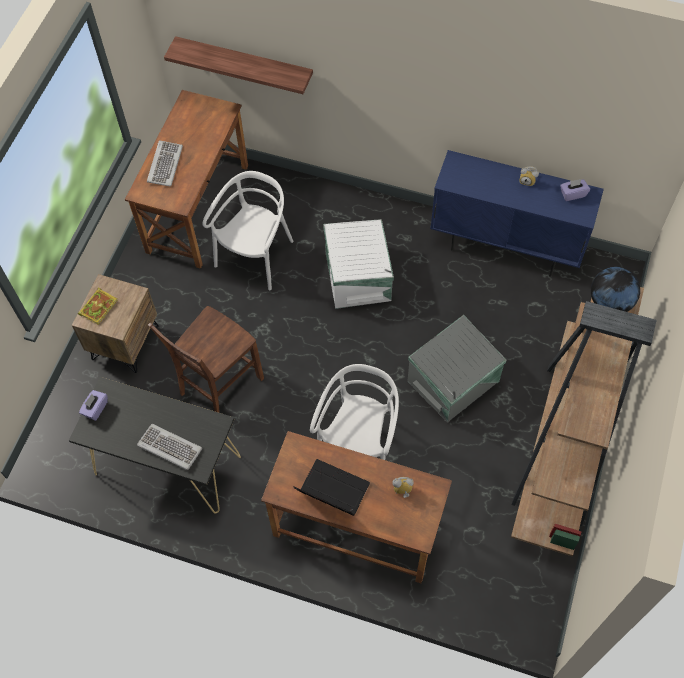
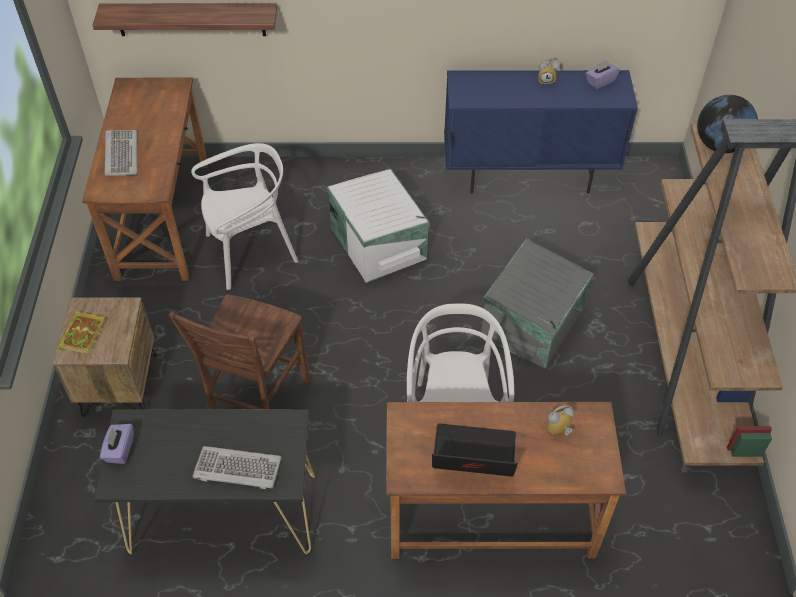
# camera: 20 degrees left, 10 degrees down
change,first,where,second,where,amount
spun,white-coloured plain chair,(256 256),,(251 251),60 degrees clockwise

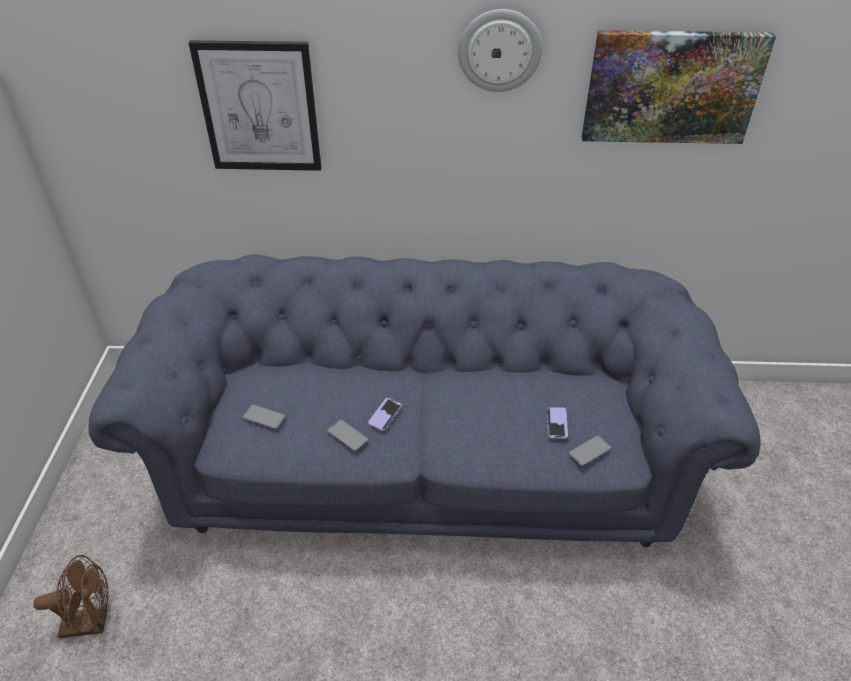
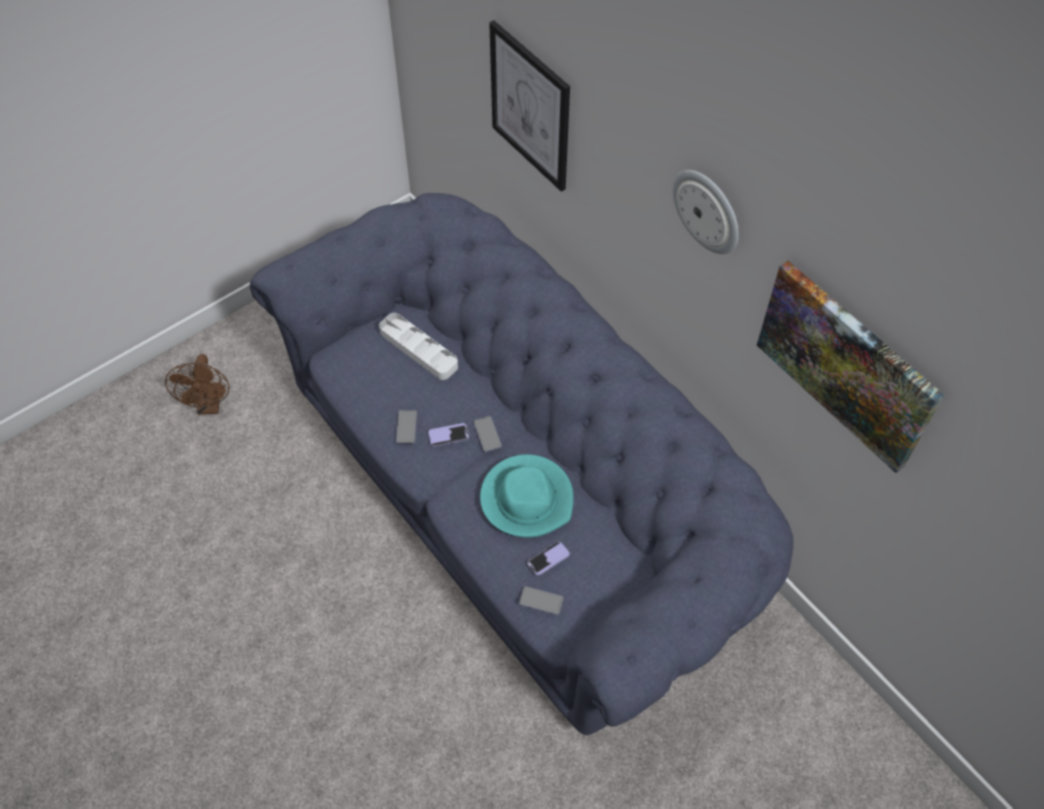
# camera: 50 degrees right, 15 degrees up
change,first,where,second,where,amount
appeared,,,white-coloured carrying tray,(418 349),
appeared,,,turquoise-coloured wearable hat,(527 498),
relocated,handset,(264 417),,(487 434),
spun,brown cooling fan,(92 622),,(209 405),45 degrees clockwise

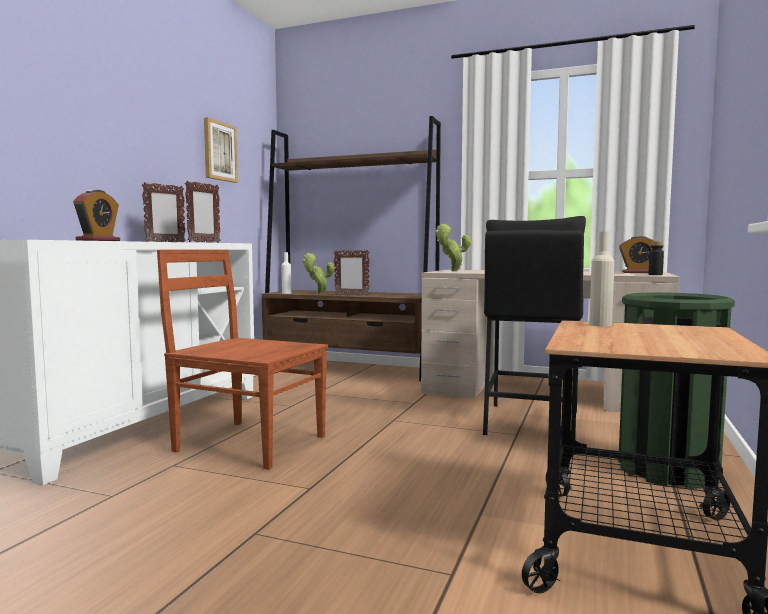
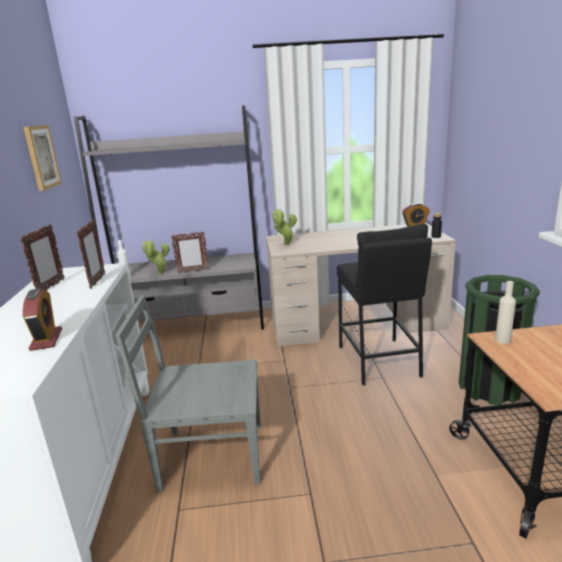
# camera: 25 degrees left, 15 degrees up
change,first,where,second,where,amount
colour,brown plain chair,(248 443),grey plain chair,(209 456),
colour,brown bookshelf,(350 368),grey bookshelf,(192 326),

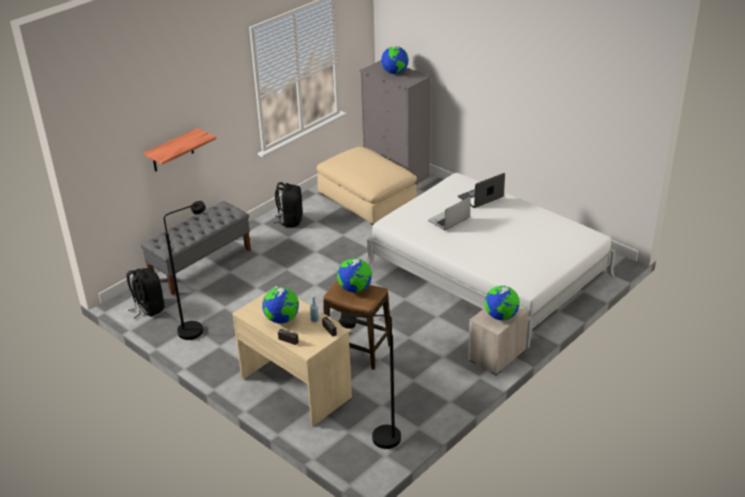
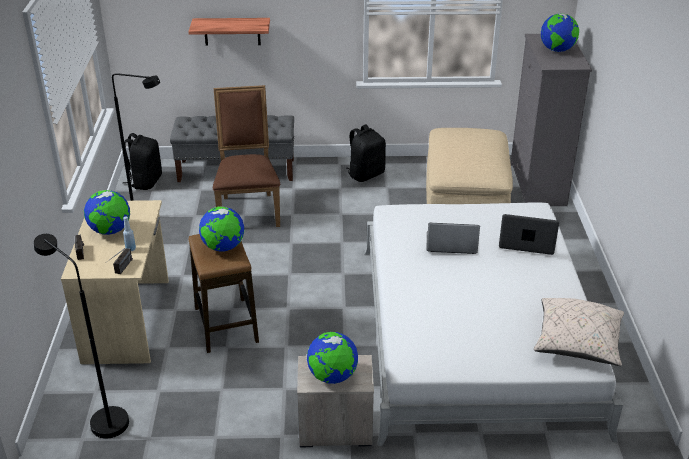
# camera: 45 degrees right, 0 degrees up
change,first,where,second,where,amount
appeared,,,brown plain chair,(248 209),
appeared,,,beige-coloured cushion,(577 343),

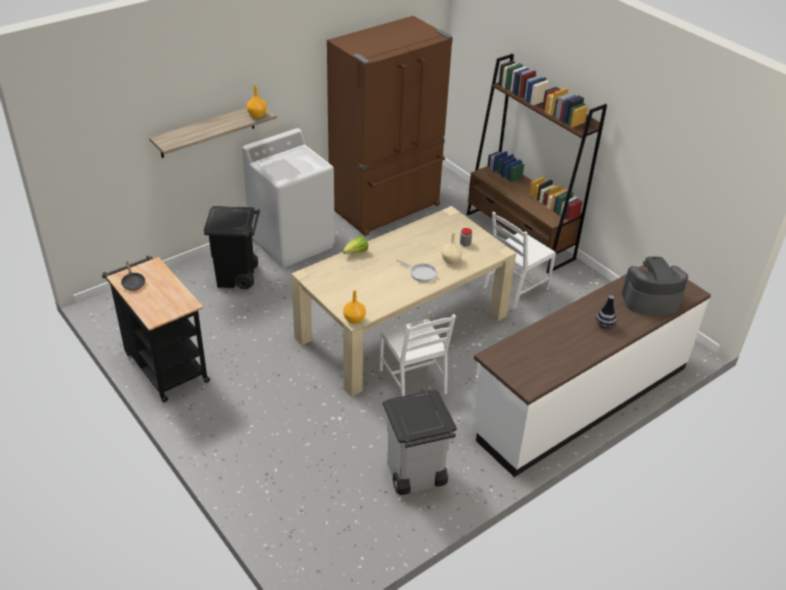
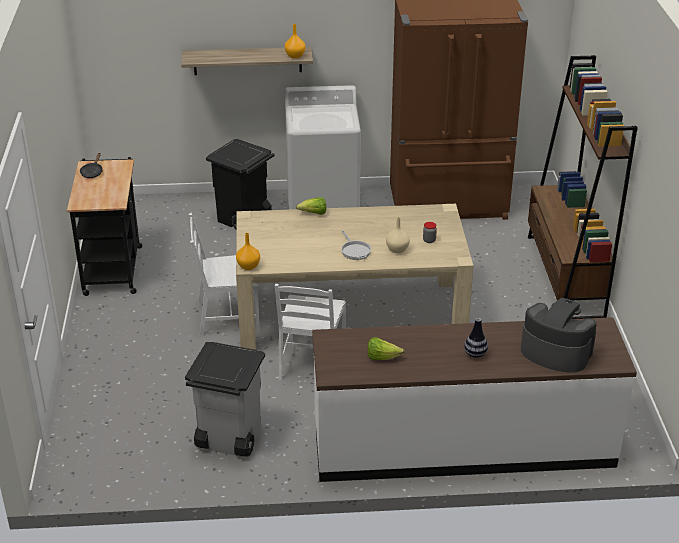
# camera: 35 degrees right, 5 degrees down
change,first,where,second,where,amount
appeared,,,lettuce,(382 357),
relocated,white-coloured plain chair,(515 288),,(227 317),

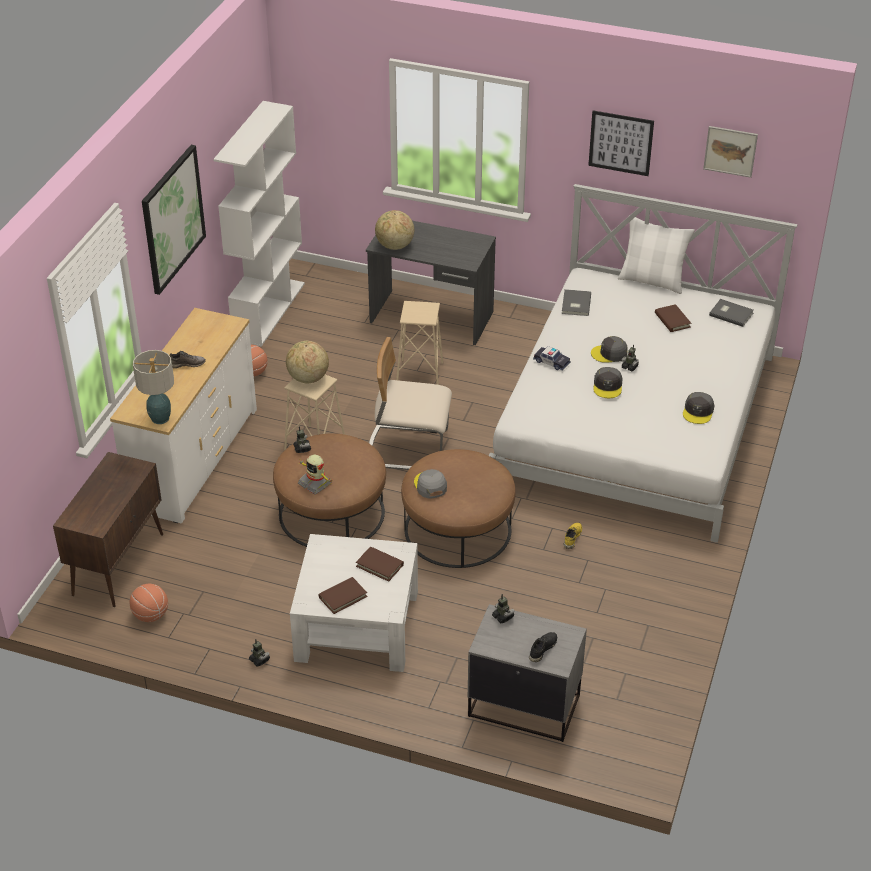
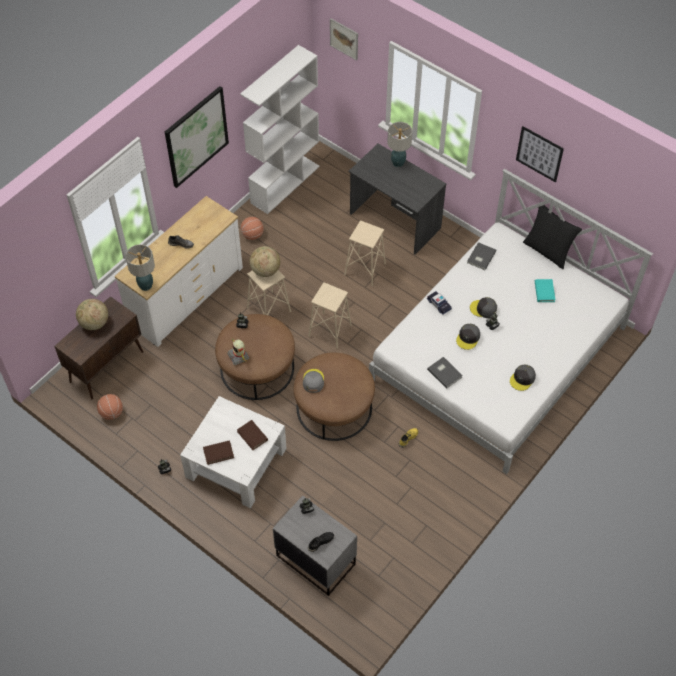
# camera: 20 degrees right, 15 degrees up
change,first,where,second,where,amount
appeared,,,lamp for a table,(398 162),
relocated,world globe,(394 246),,(94 323),
relocated,wall art,(730 151),,(344 39),
relocated,grey bound book,(731 313),,(445 372),
exchanged,beige-coloured plain chair,(408 449),beige-coloured stool,(330 330),
colour,white-coloured cushion,(652 281),black-coloured cushion,(547 251),
colour,brown bound book,(672 320),turquoise-coloured bound book,(544 291),

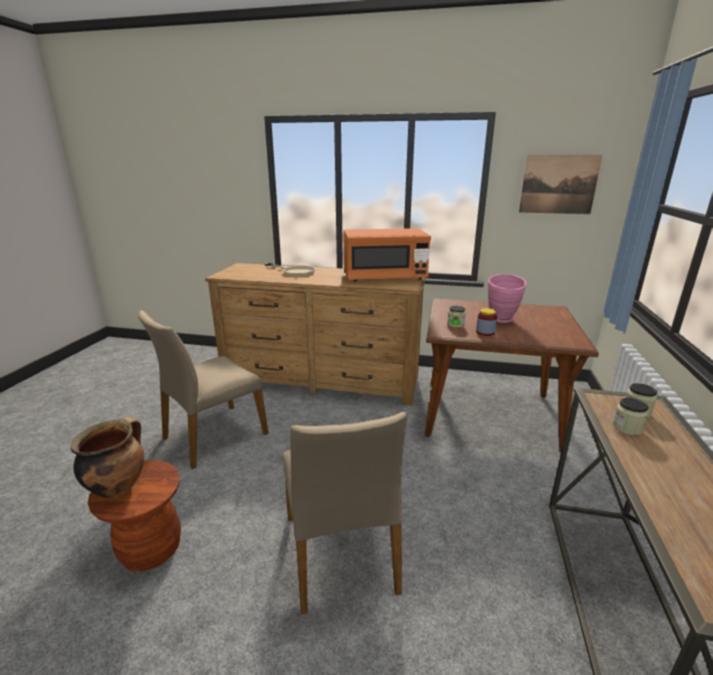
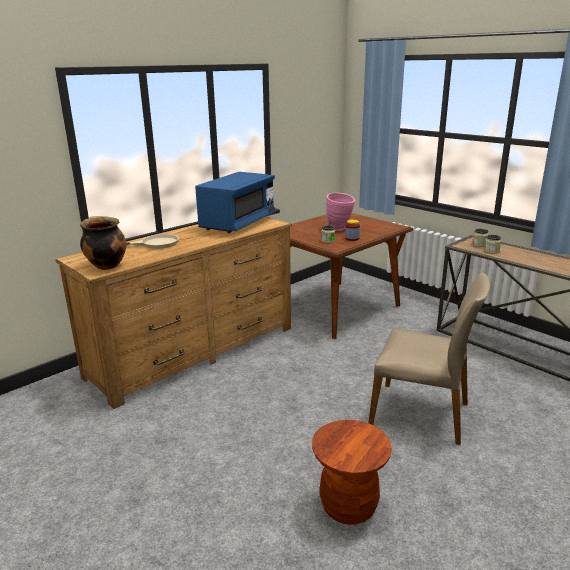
# camera: 55 degrees left, 0 degrees up
change,first,where,second,where,amount
missing,beige-coloured plain chair,(213 435),,,
missing,wall art,(558 184),,,
relocated,stockpot,(118 486),,(106 265),
colour,orange-coloured microwave,(384 277),bluish microwave,(238 223),

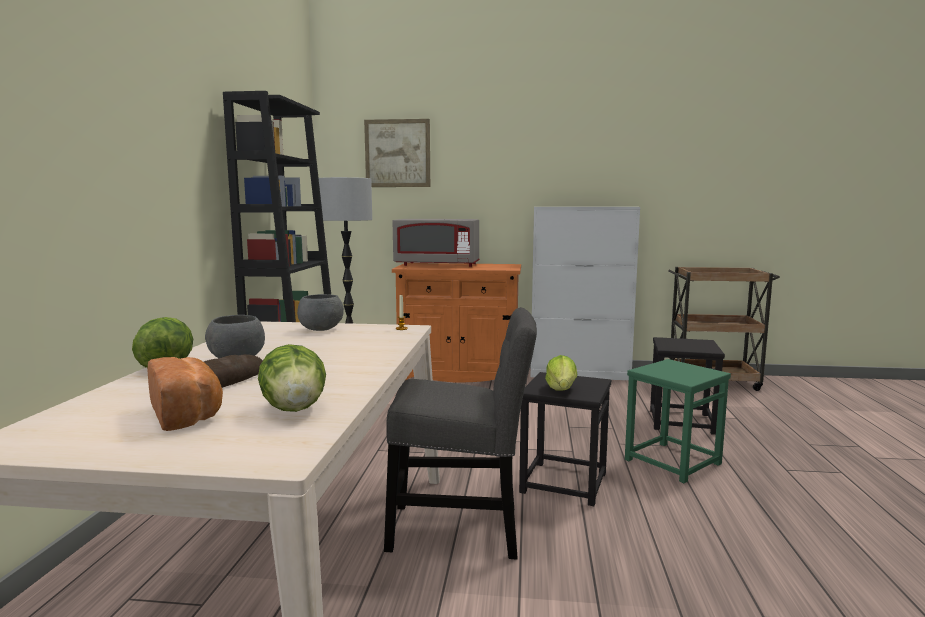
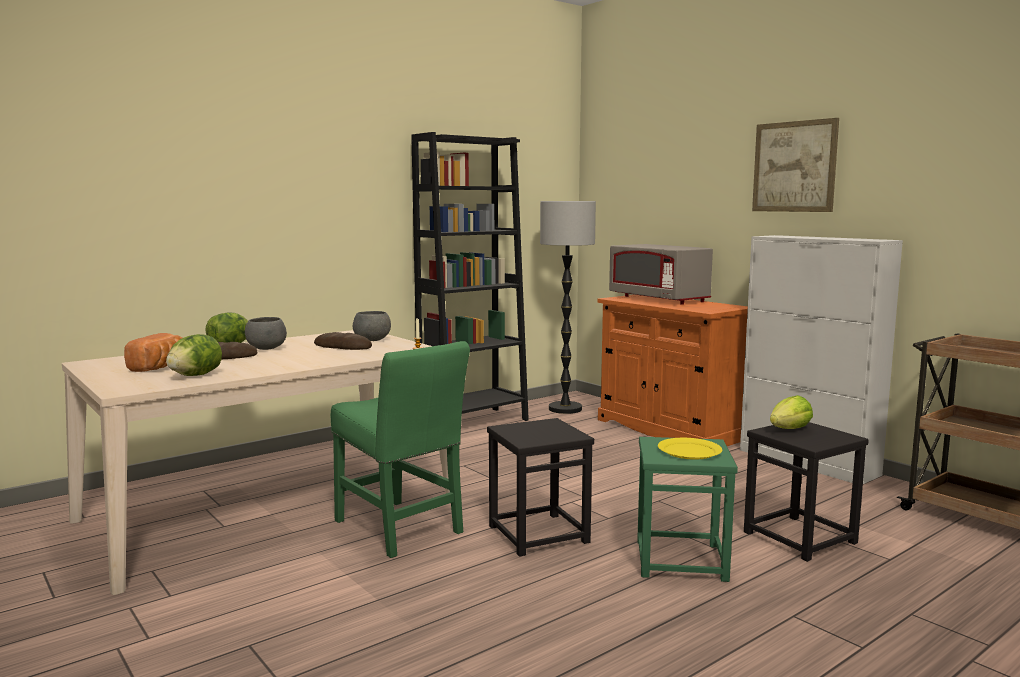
# camera: 45 degrees right, 0 degrees up
change,first,where,second,where,amount
appeared,,,bread,(342 347),
appeared,,,yellow-coloured flat dish,(689 451),
relocated,wall art,(397 153),,(794 166),
relocated,lettuce,(561 390),,(790 430),
colour,grey plain chair,(462 529),green-coloured plain chair,(400 529),

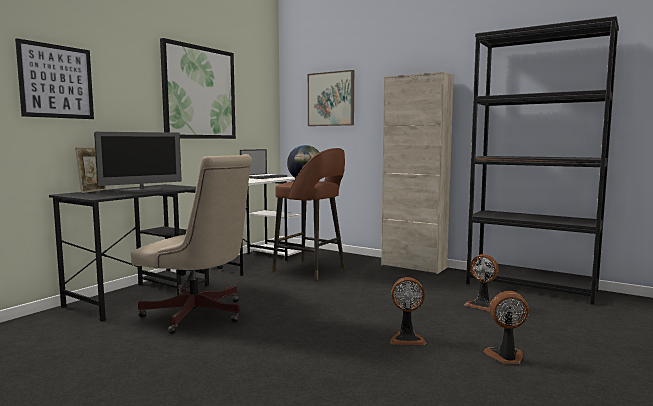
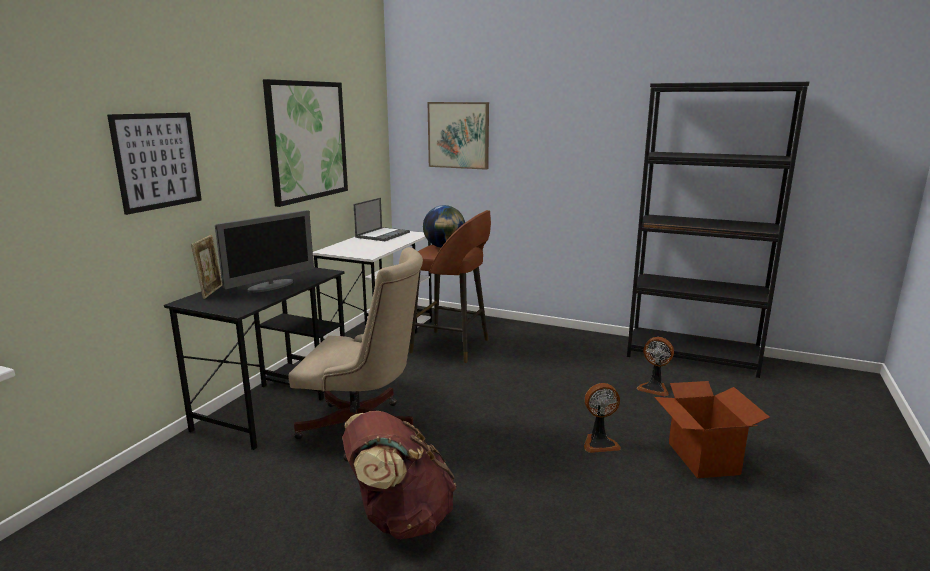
# camera: 10 degrees left, 10 degrees up
change,first,where,second,where,amount
missing,beige-coloured cupboard,(413 266),,,
appeared,,,brown backpack,(399 519),
exchanged,cooling fan,(506 357),carton,(702 458),

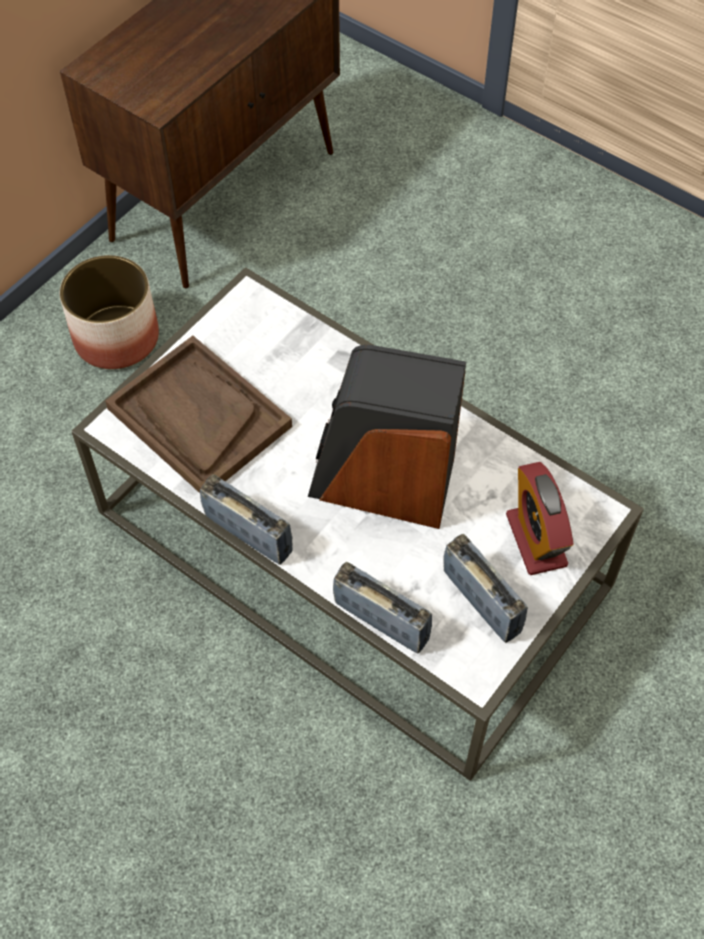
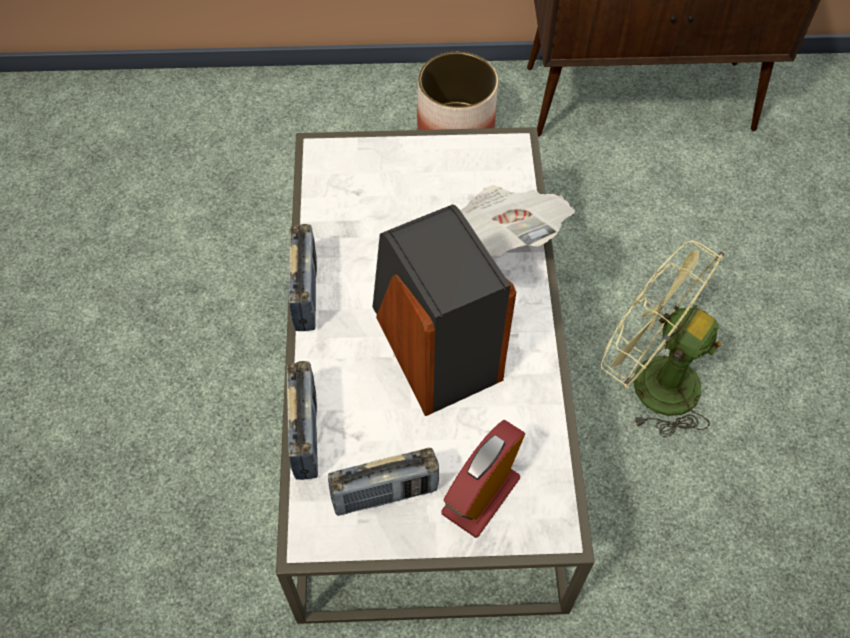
# camera: 50 degrees right, 0 degrees up
change,first,where,second,where,amount
missing,brown carrying tray,(198 418),,,
appeared,,,newspaper,(503 238),
appeared,,,green-coloured cooling fan,(650 380),
spun,radio,(481 602),,(385 494),60 degrees clockwise

